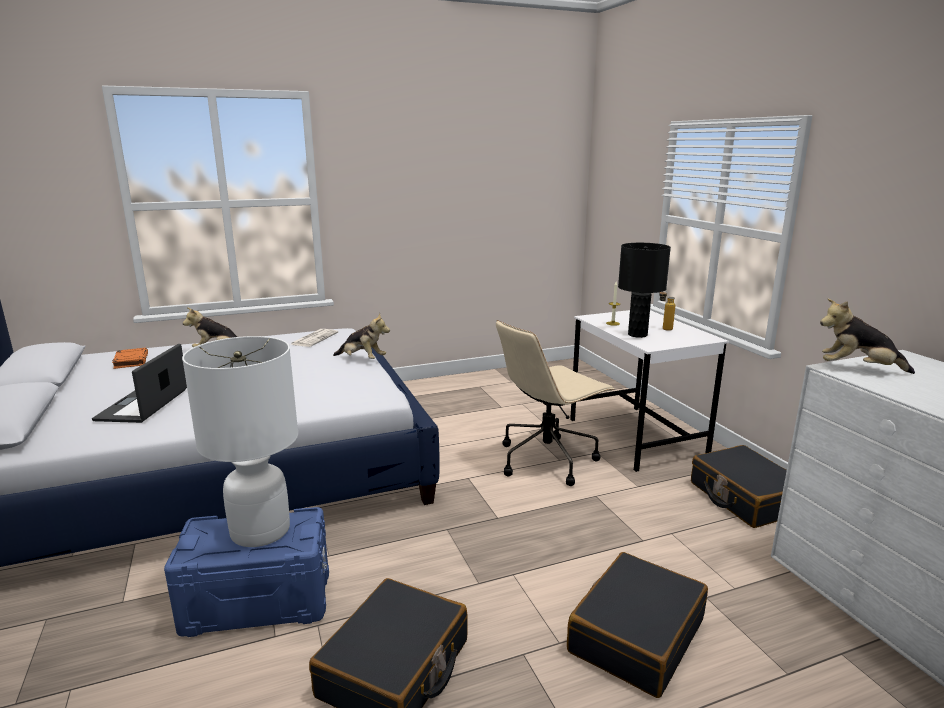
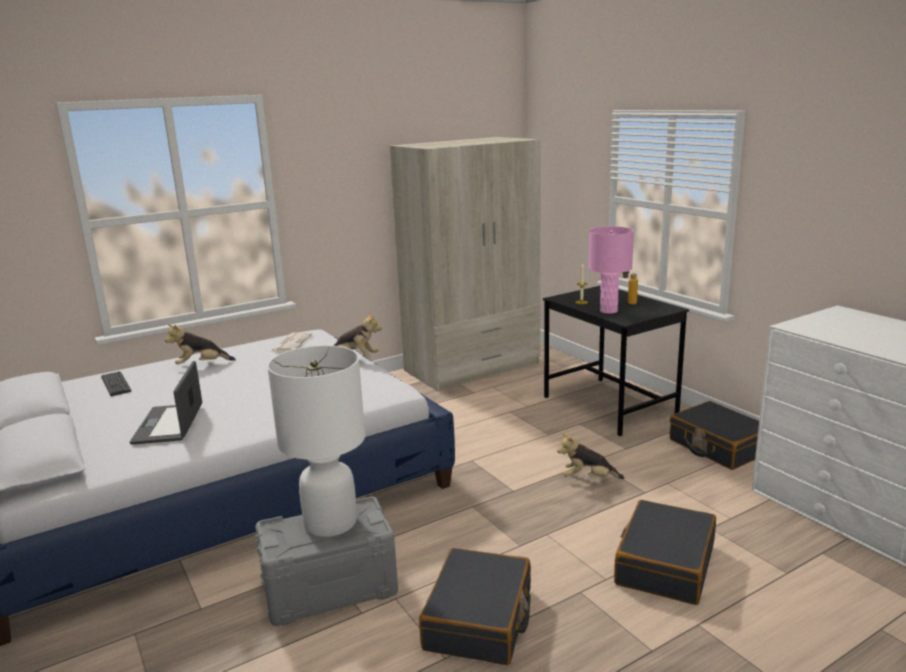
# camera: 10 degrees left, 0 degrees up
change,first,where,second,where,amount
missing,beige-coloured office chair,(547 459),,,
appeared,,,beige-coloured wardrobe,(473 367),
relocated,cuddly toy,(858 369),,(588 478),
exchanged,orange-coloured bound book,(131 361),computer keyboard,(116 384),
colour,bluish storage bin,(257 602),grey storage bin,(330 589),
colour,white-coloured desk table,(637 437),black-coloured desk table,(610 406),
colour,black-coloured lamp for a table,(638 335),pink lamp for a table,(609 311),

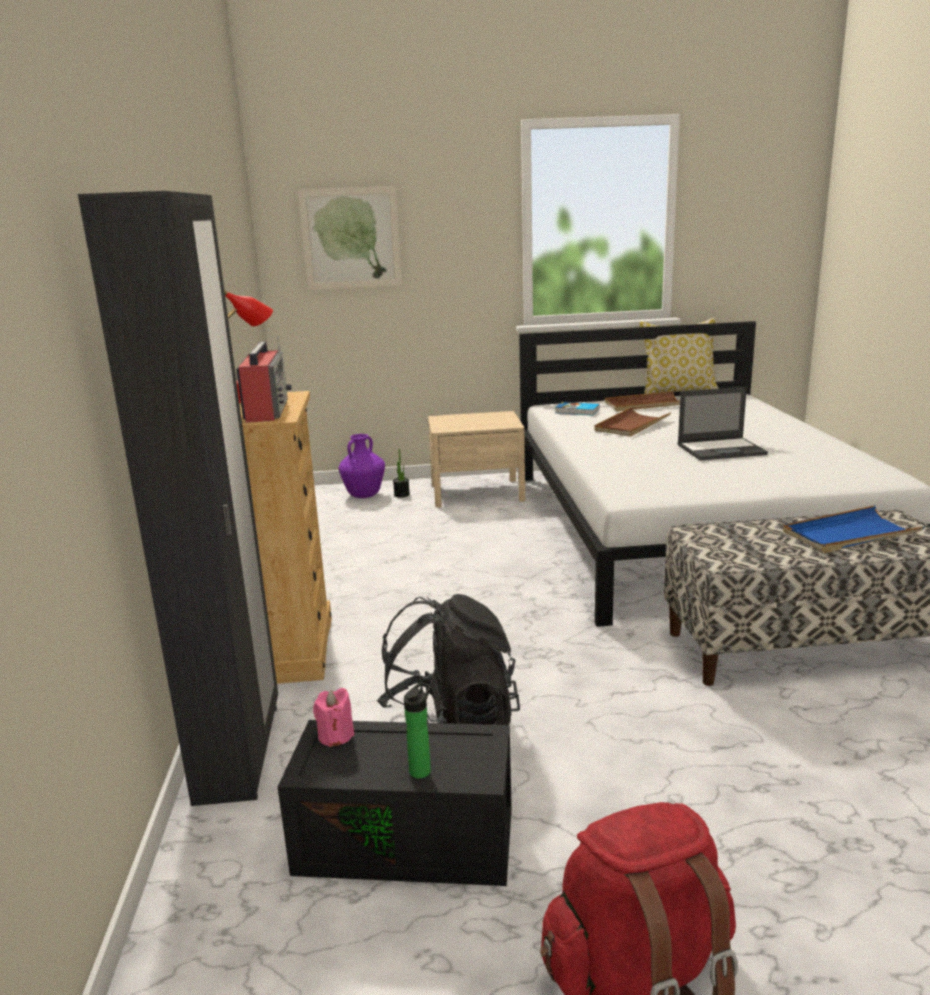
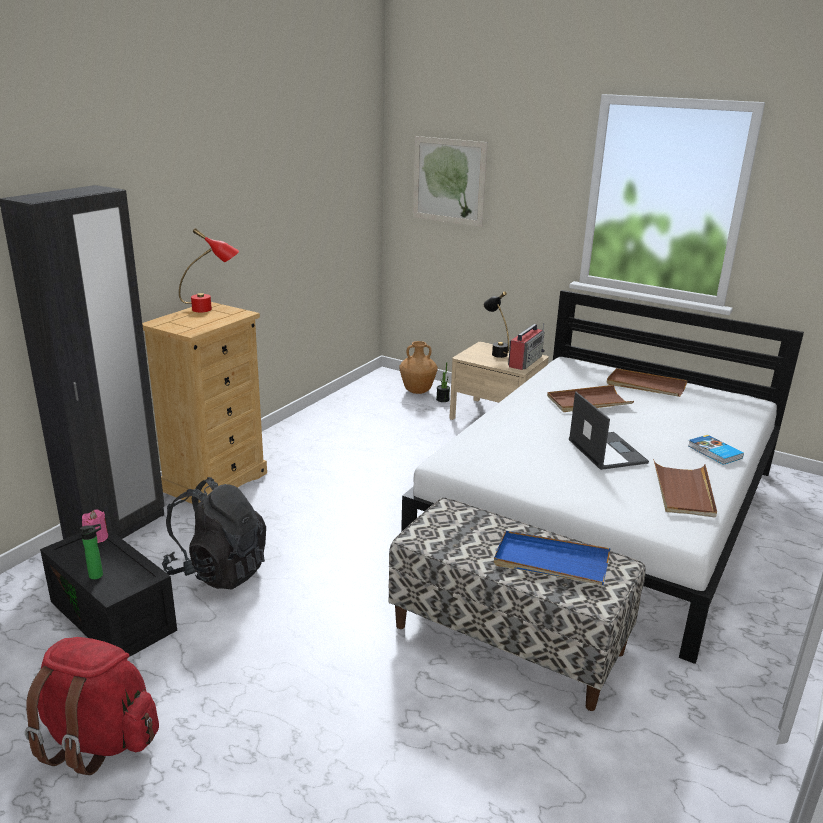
# camera: 35 degrees right, 5 degrees up
change,first,where,second,where,amount
missing,cushion,(678 393),,,
appeared,,,black-coloured lamp for a table,(496 352),
appeared,,,brown carrying tray,(683 491),
relocated,radio,(266 410),,(525 361),
relocated,bound book,(577 411),,(714 452),
colour,purple-coloured flower vase,(364 496),brown flower vase,(418 391),
spun,laptop,(722 449),,(606 451),135 degrees counterclockwise

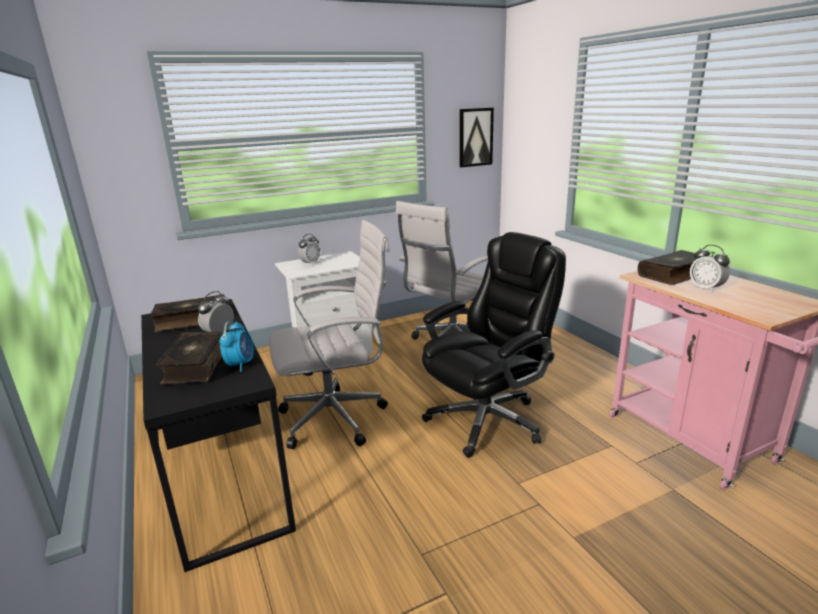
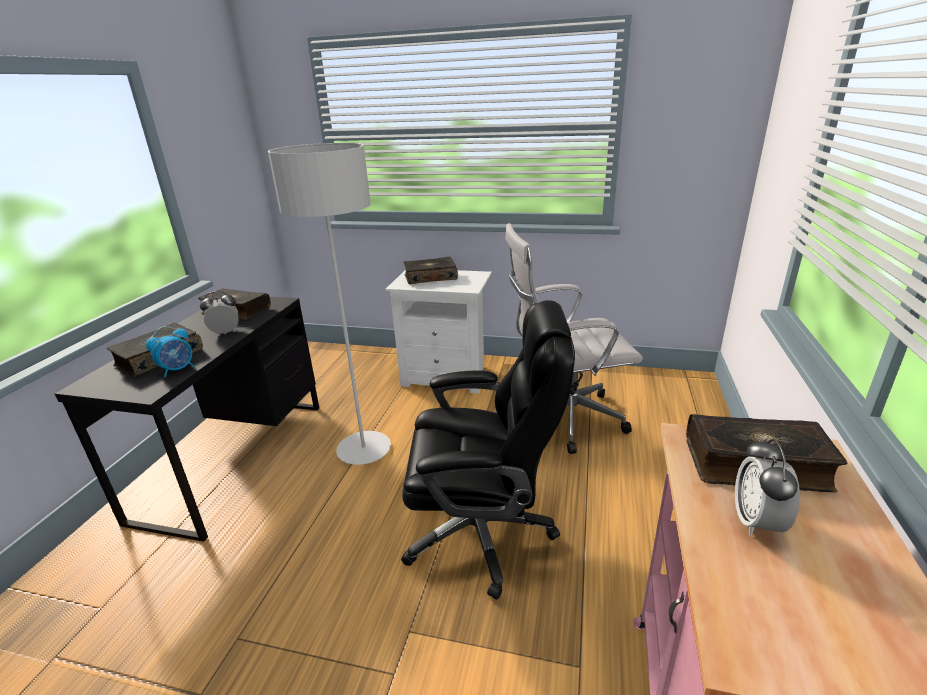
# camera: 40 degrees right, 5 degrees up
change,first,where,second,where,amount
missing,wall art,(475 137),,,
exchanged,white-coloured office chair,(338 418),grey floor lamp,(364 450),
exchanged,bedside clock,(311 263),bound book,(430 277),

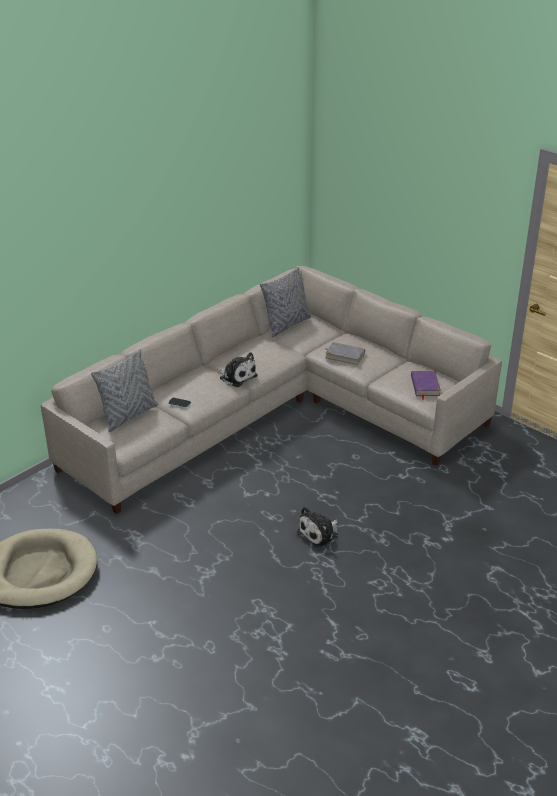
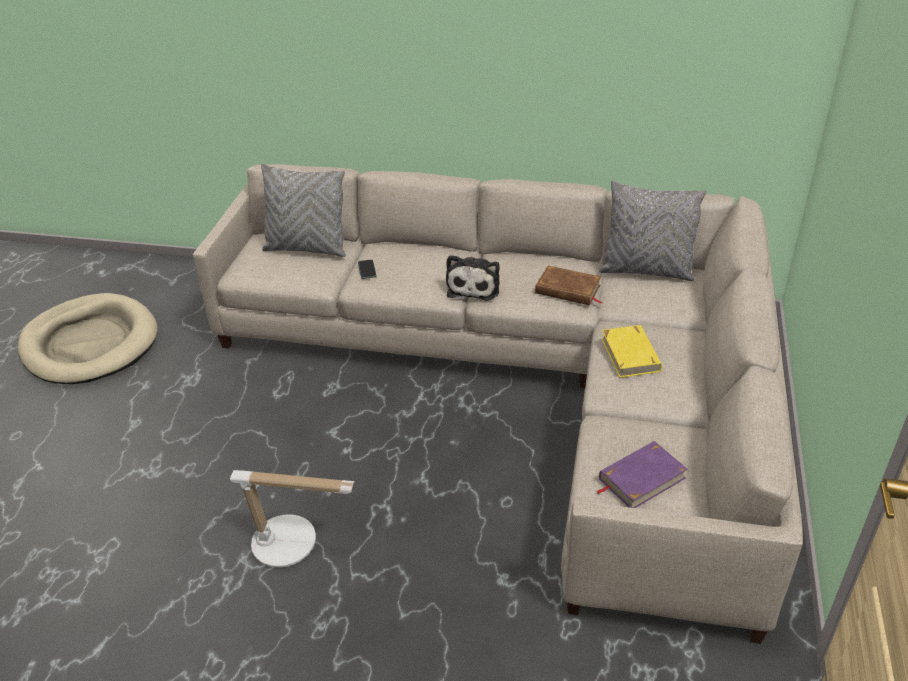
# camera: 60 degrees right, 5 degrees up
change,first,where,second,where,amount
appeared,,,brown bound book,(568 290),
exchanged,cuddly toy,(319 534),lamp for a table,(292 543),
colour,grey bound book,(345 355),yellow-coloured bound book,(630 354),

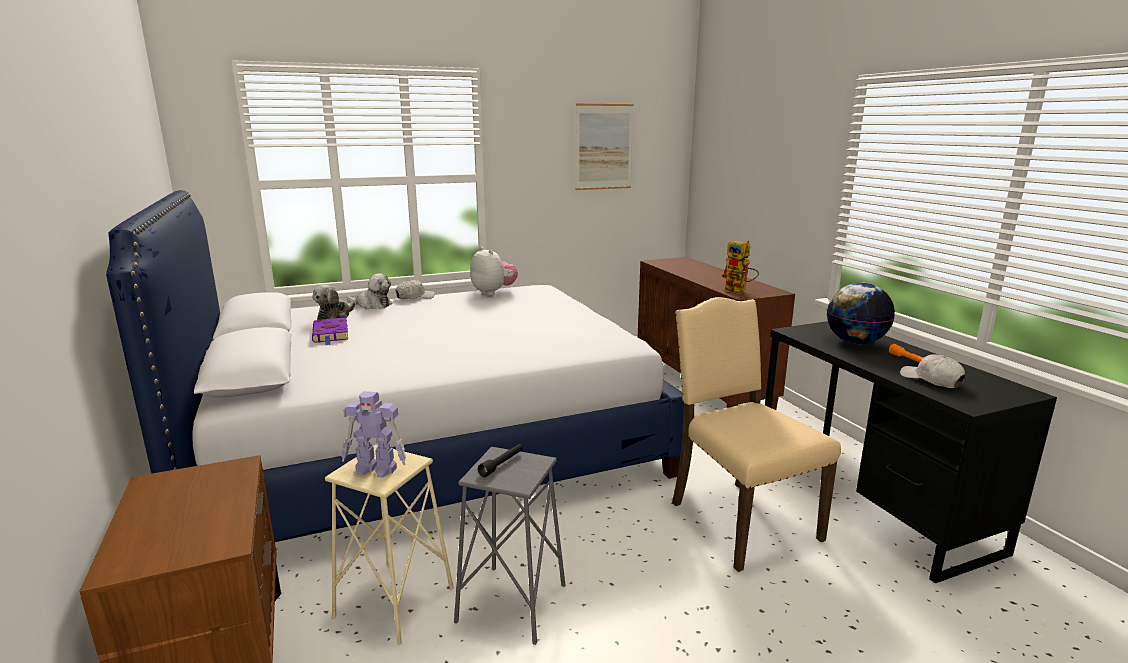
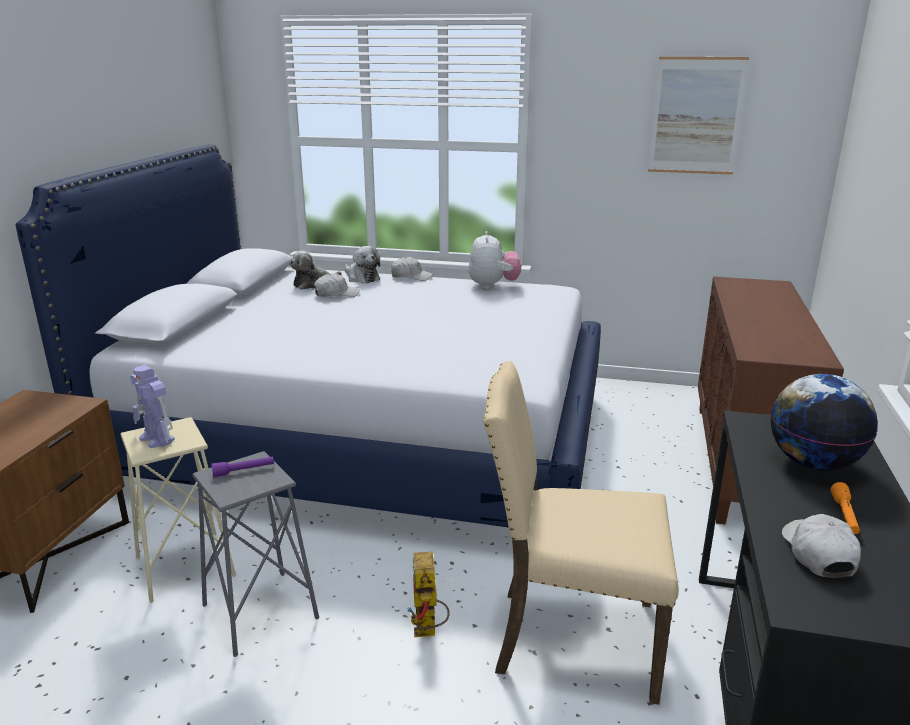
# camera: 35 degrees right, 5 degrees up
change,first,where,second,where,amount
missing,purple-coloured bound book,(331 334),,,
appeared,,,white-coloured baseball cap,(336 294),
relocated,toy robot,(739 292),,(428 631),
colour,black-coloured torch,(502 464),purple-coloured torch,(244 471),
spun,beige-coloured plain chair,(739 520),,(572 639),90 degrees counterclockwise

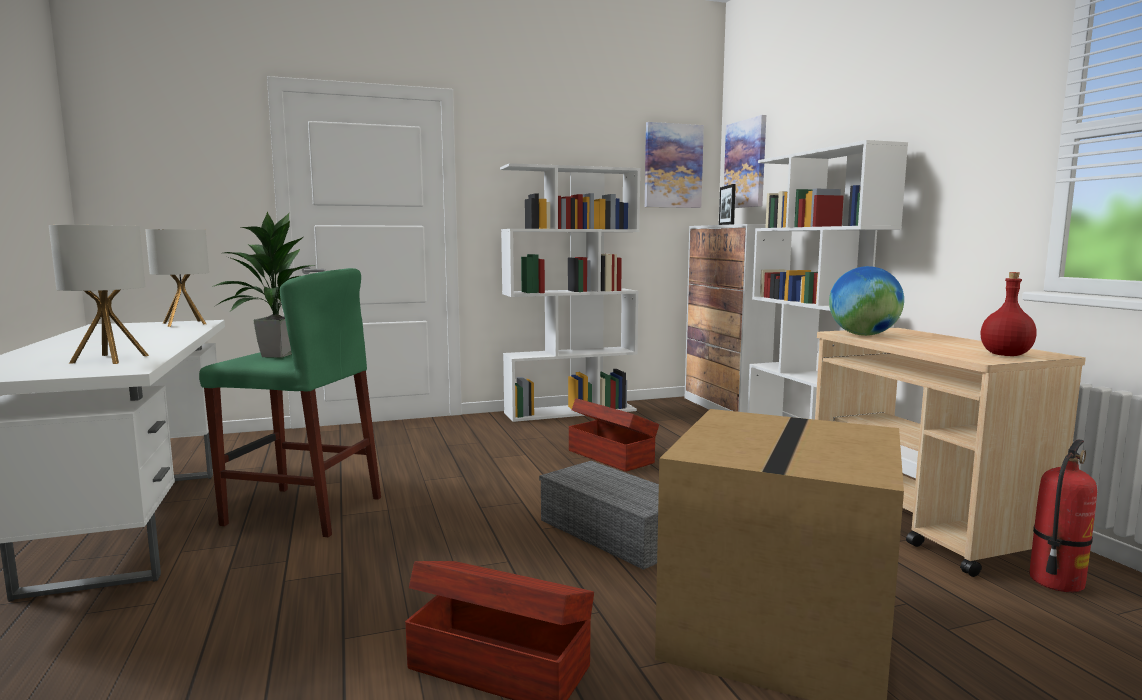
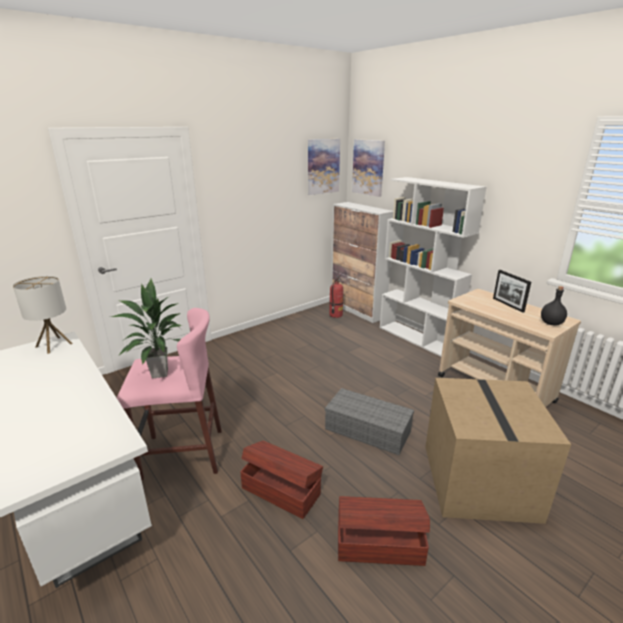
# camera: 20 degrees left, 15 degrees up
change,first,where,second,where,amount
missing,lamp for a table,(110 359),,,
missing,white-coloured bookshelf,(571 411),,,
missing,world globe,(863 335),,,
relocated,brown storage bin,(611 456),,(281 490),
relocated,picture frame,(726 224),,(508 305),
relocated,extinguisher,(1055 581),,(335 315),
colour,green-coloured stool,(303 511),pink stool,(183 454),
colour,red bottle,(1005 355),black-coloured bottle,(551 323),

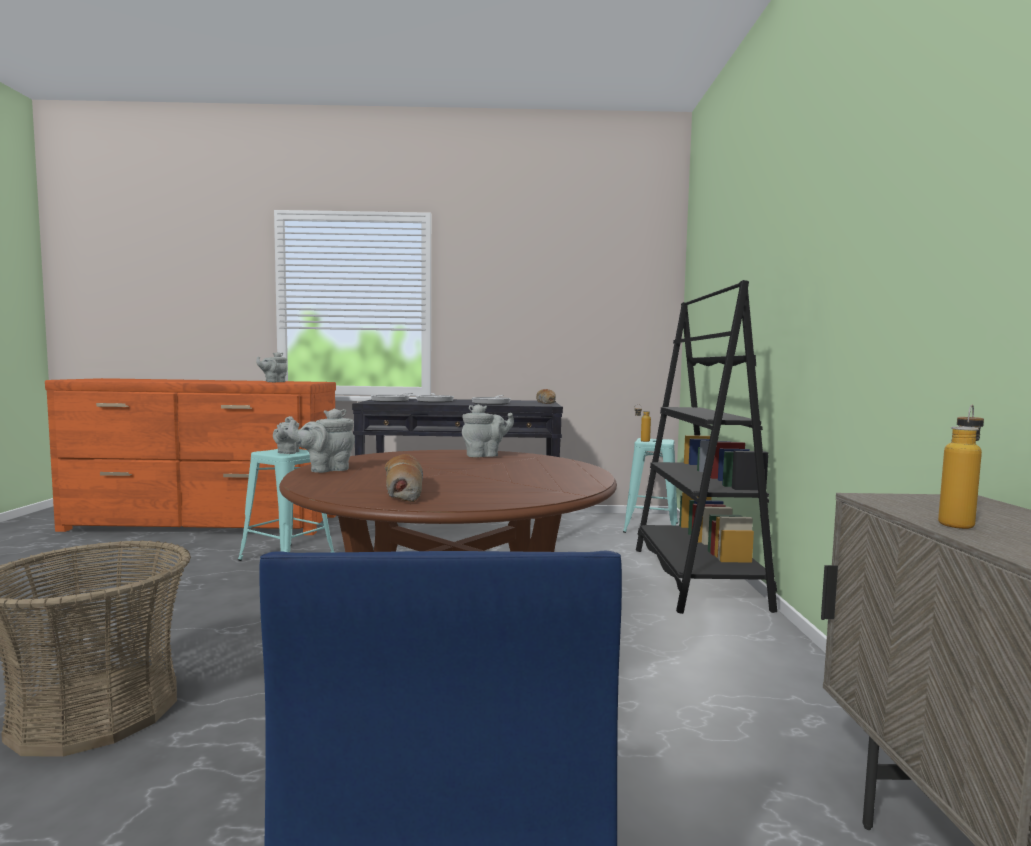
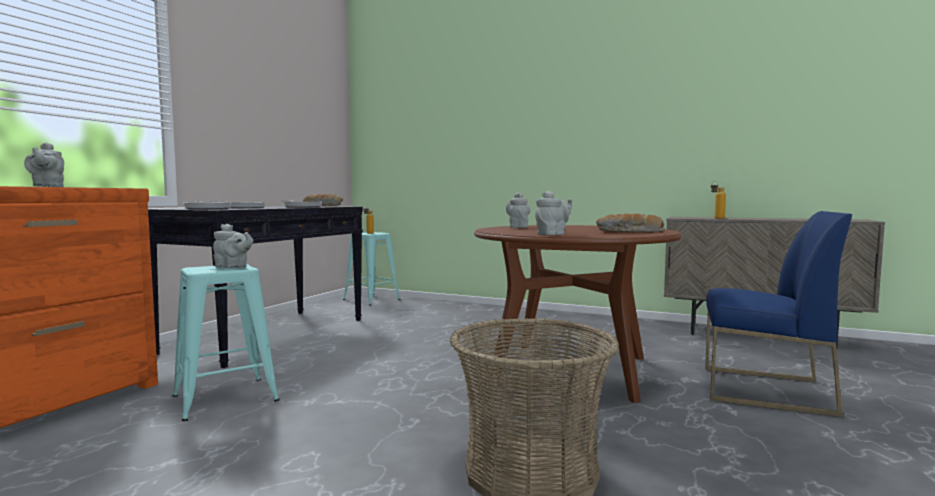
# camera: 65 degrees left, 0 degrees up
change,first,where,second,where,amount
missing,black-coloured bookshelf,(696 577),,,
spun,grey pot for tea,(326 469),,(553 235),120 degrees counterclockwise

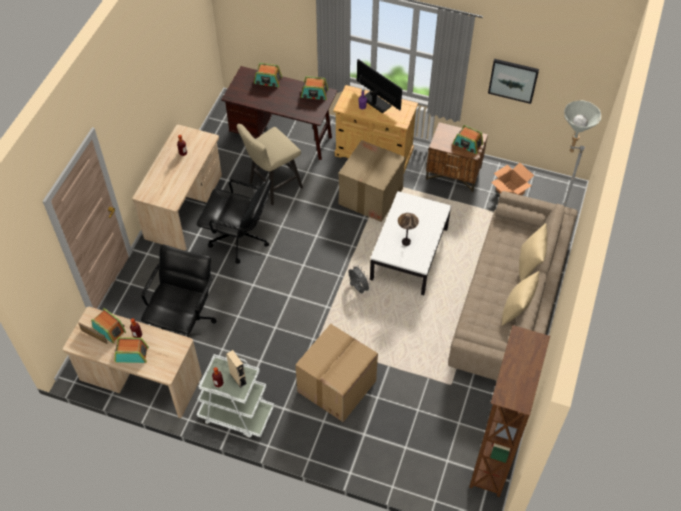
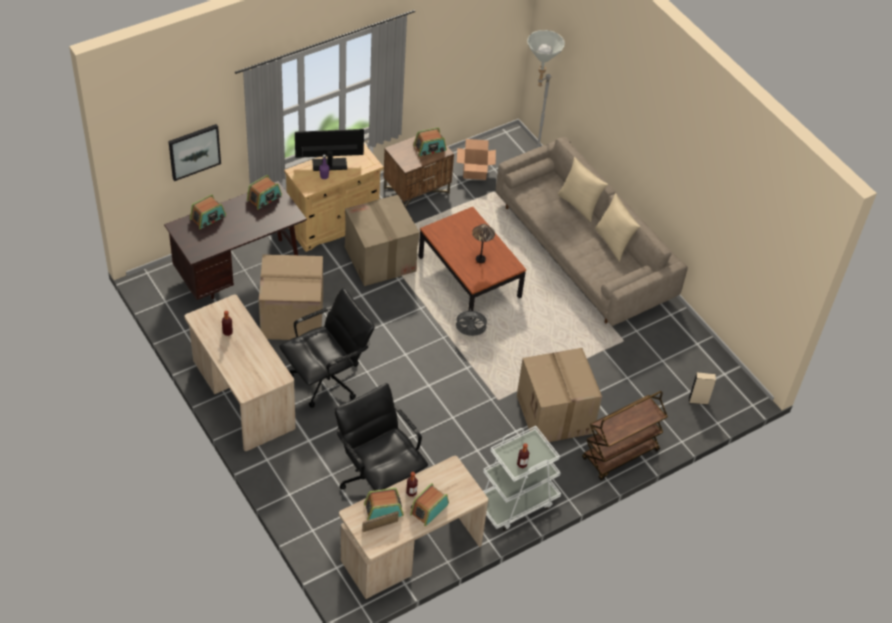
# camera: 55 degrees left, 5 degrees down
change,first,where,second,where,amount
missing,brown bookshelf,(492 459),,,
appeared,,,brown trolley,(620 455),
relocated,beige-coloured speaker,(238 378),,(698 400),
relocated,wall art,(513 80),,(194 151),
exchanged,beige-coloured stool,(272 186),carton,(291 317),
colour,white-coloured coffee table,(409 254),brown coffee table,(470 277),

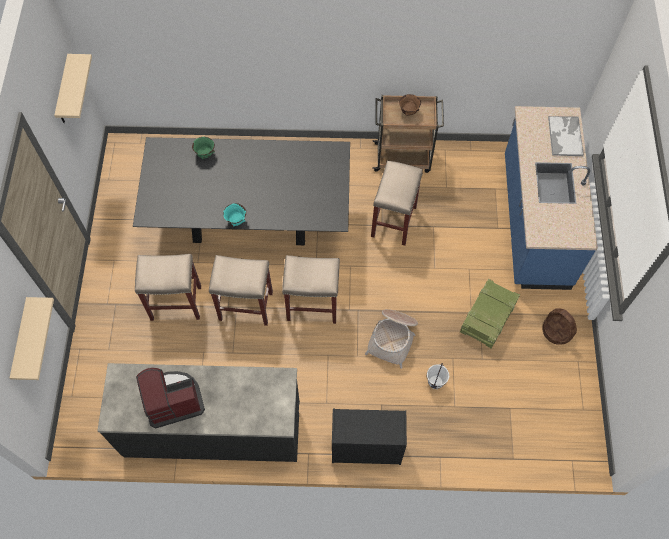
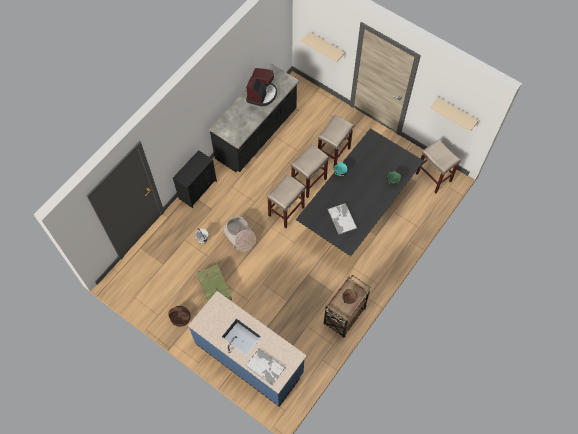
# camera: 125 degrees right, 0 degrees up
change,first,where,second,where,amount
appeared,,,carrying tray,(342 218),
relocated,beige-coloured stool,(394 222),,(433 177),

